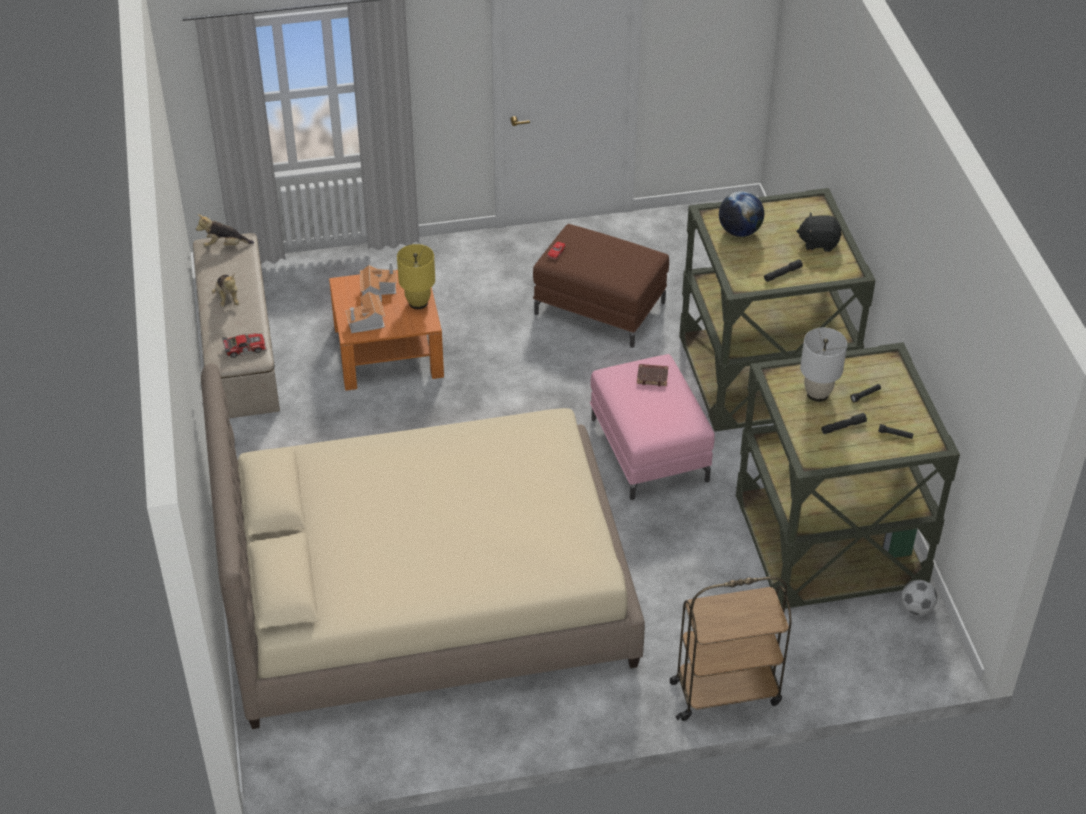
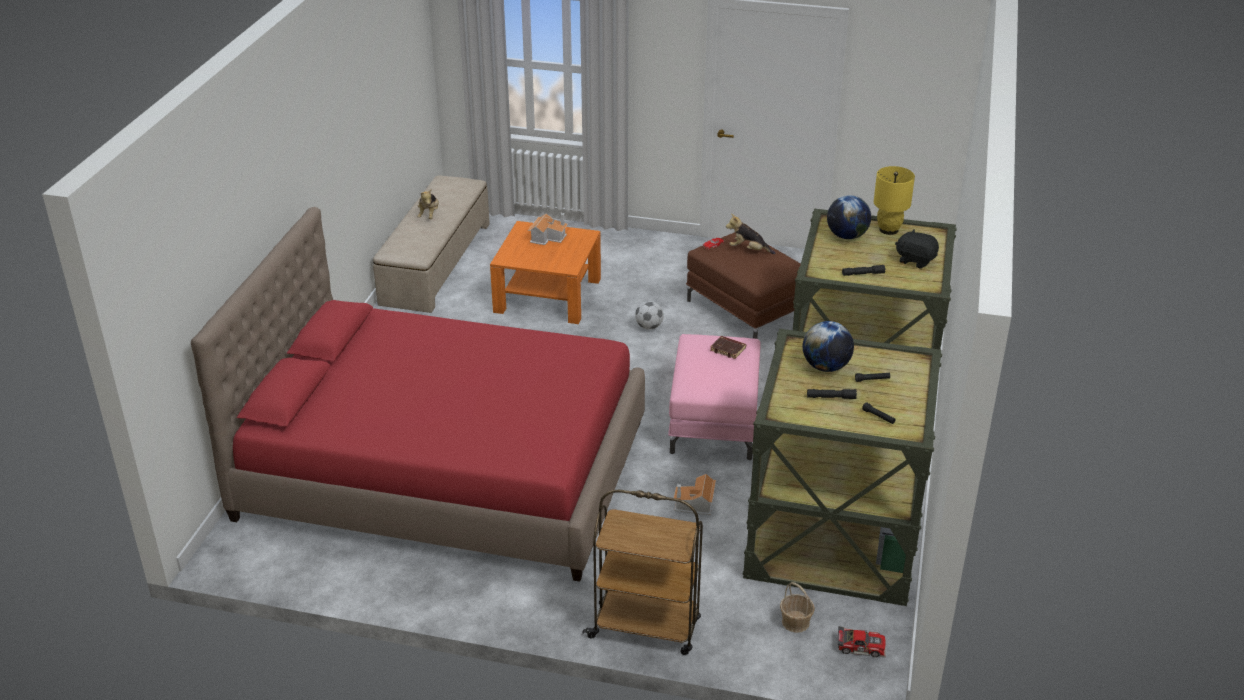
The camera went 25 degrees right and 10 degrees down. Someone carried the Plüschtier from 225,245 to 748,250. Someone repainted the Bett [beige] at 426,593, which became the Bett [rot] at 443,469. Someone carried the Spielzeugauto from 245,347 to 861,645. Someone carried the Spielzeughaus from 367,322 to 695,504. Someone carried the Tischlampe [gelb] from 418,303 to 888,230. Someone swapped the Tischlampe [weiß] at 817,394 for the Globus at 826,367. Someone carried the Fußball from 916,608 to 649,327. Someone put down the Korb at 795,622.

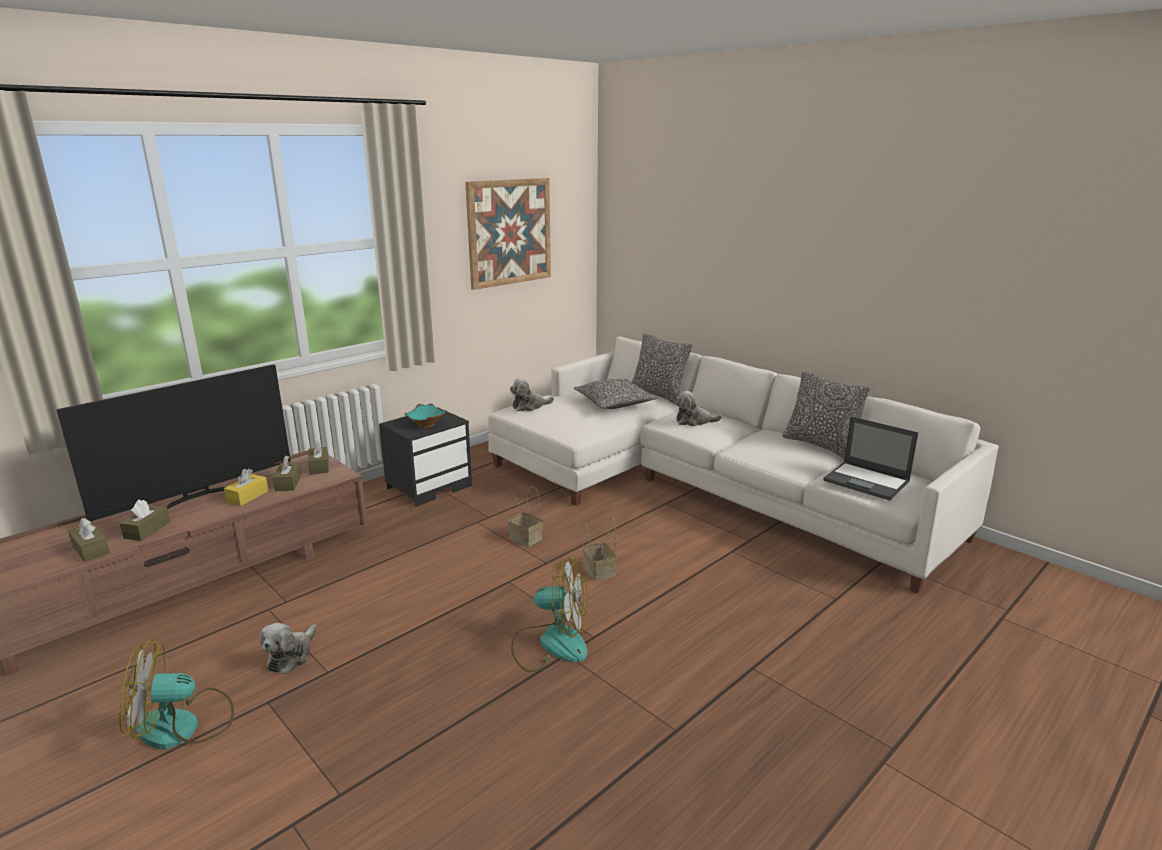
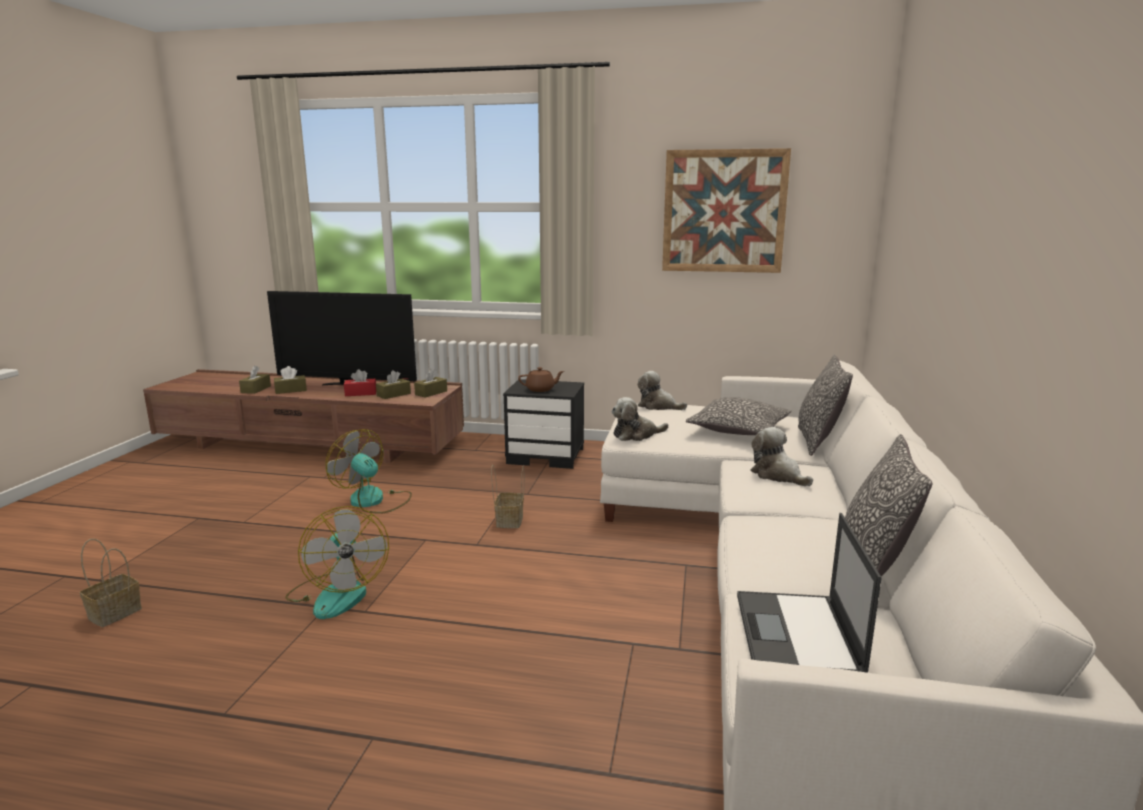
The camera went 55 degrees right and 5 degrees down. Someone carried the Ventilator from 183,726 to 374,501. Someone repainted the Taschentuchbox [gelb] at 247,497, which became the Taschentuchbox [rot] at 360,393. Someone carried the Plüschtier from 291,656 to 636,435. Someone swapped the Schüssel [türkis] at 427,424 for the Teekanne [braun] at 540,389. Someone carried the Korb from 598,570 to 116,612.

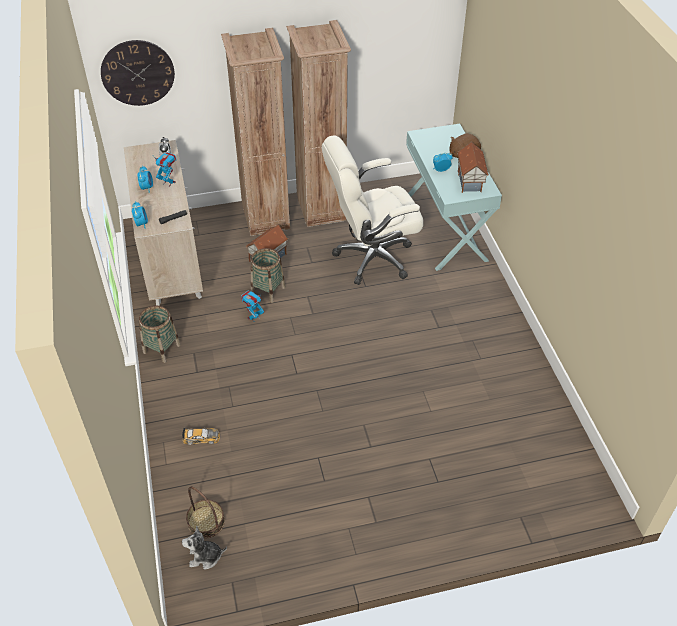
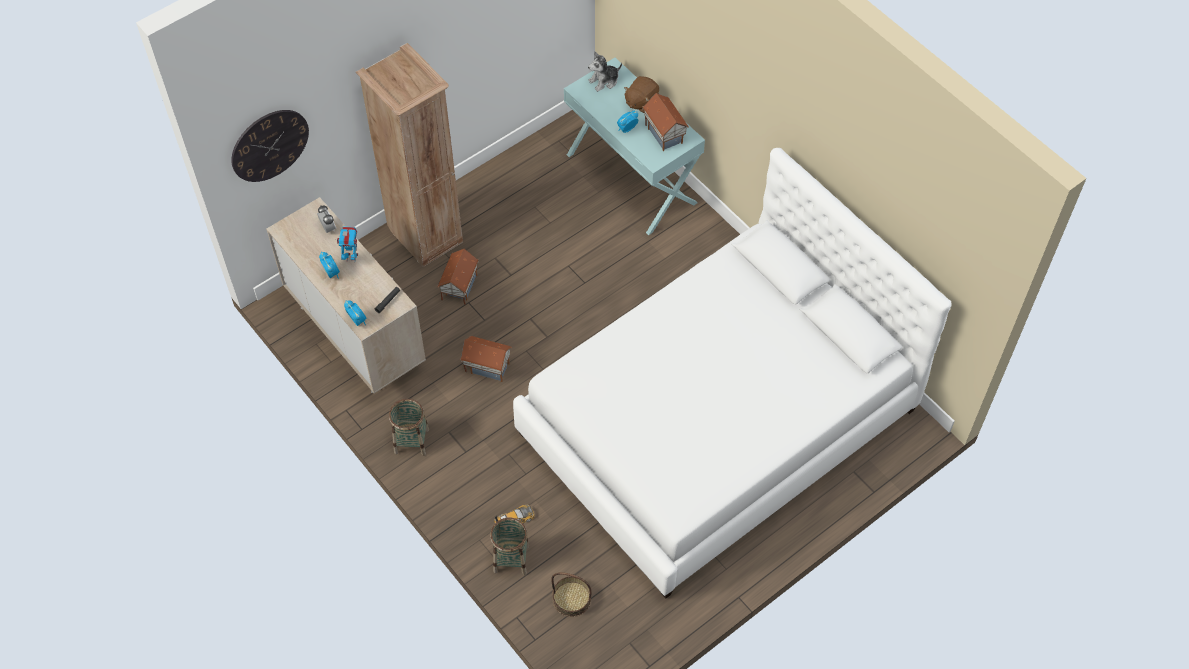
The camera went 25 degrees left and 10 degrees up. Someone carried the Plüschtier from 205,557 to 604,81. Someone swapped the Spielzeugroboter at 253,317 for the Spielzeughaus at 487,366. Someone carried the Korb from 268,290 to 511,558. Someone took away the Schrank [braun] at 321,208. Someone took away the Bürostuhl [weiß] at 371,259. Someone put down the Bett [weiß] at 718,421.

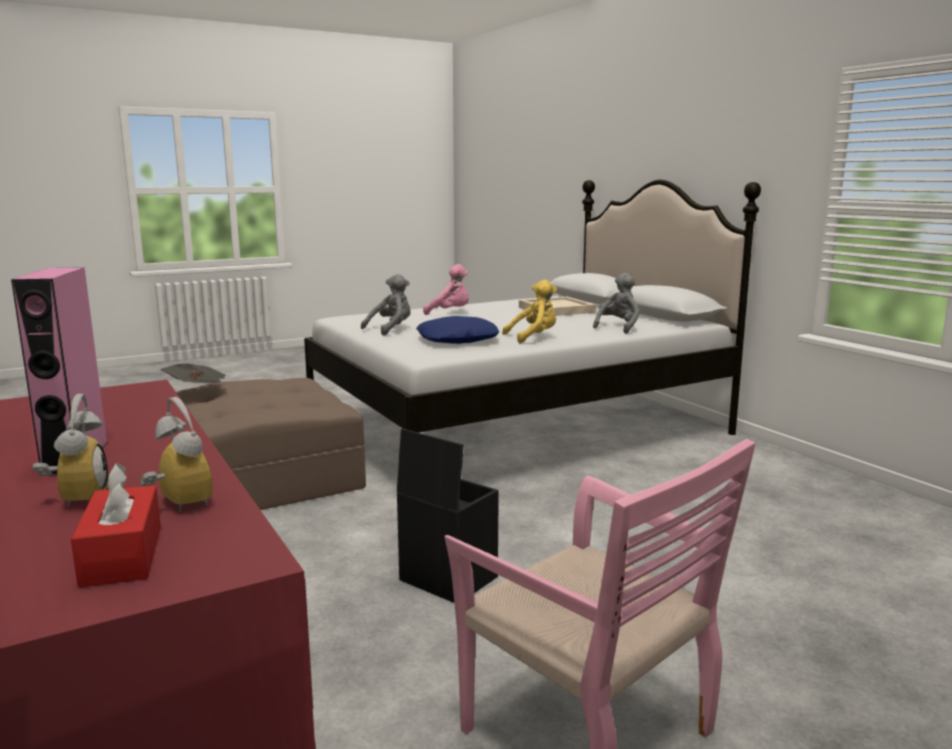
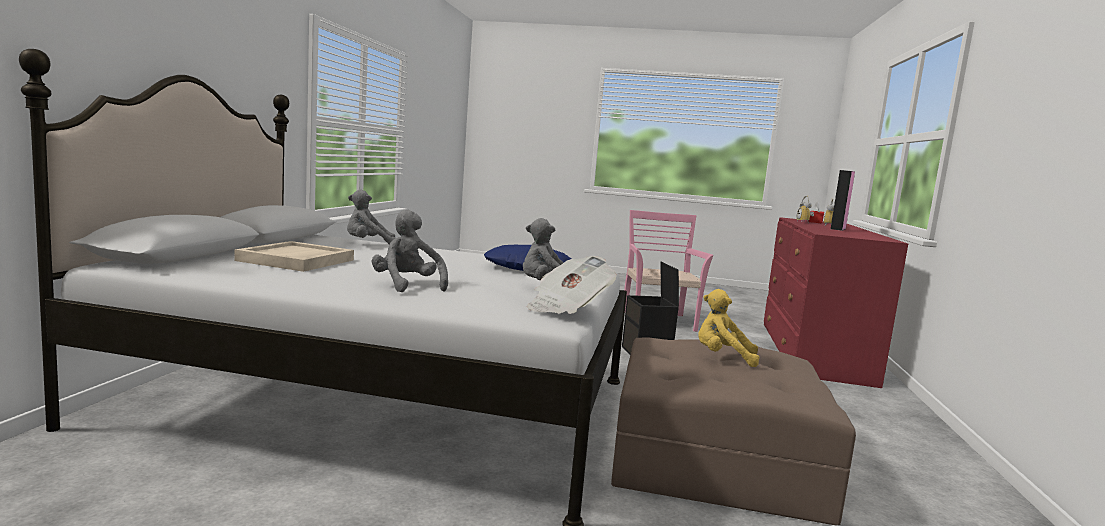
The camera went 140 degrees left and 5 degrees down. Someone carried the Zeitung from 197,390 to 567,307. Someone repainted the Plüschtier [rosa] at 450,313, which became the Plüschtier [grau] at 407,286. Someone carried the Plüschtier [gelb] from 533,337 to 722,358.

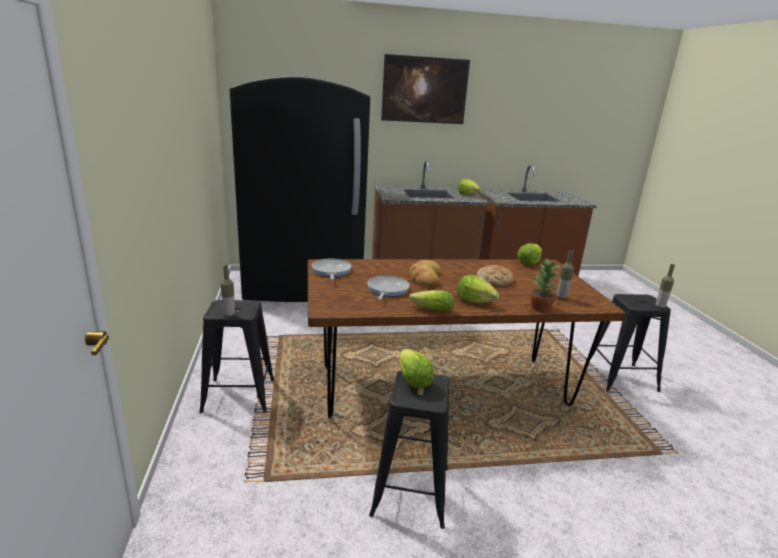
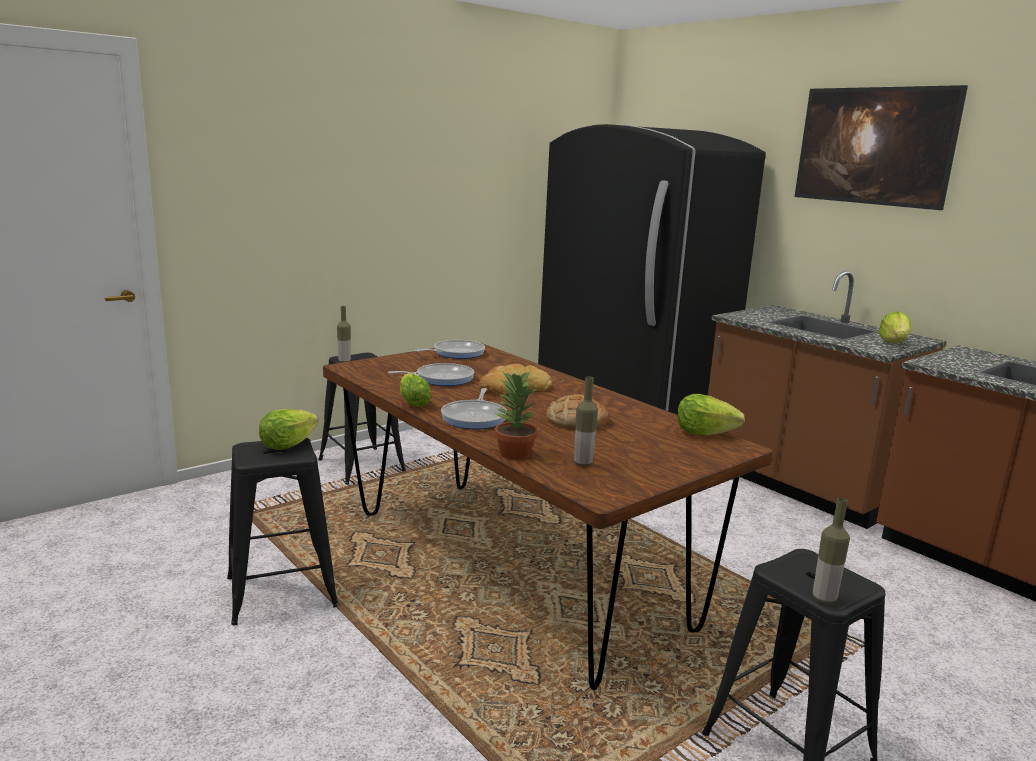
The camera went 60 degrees right and 5 degrees down. Someone swapped the Salatkopf at 474,301 for the Pfanne at 475,417.

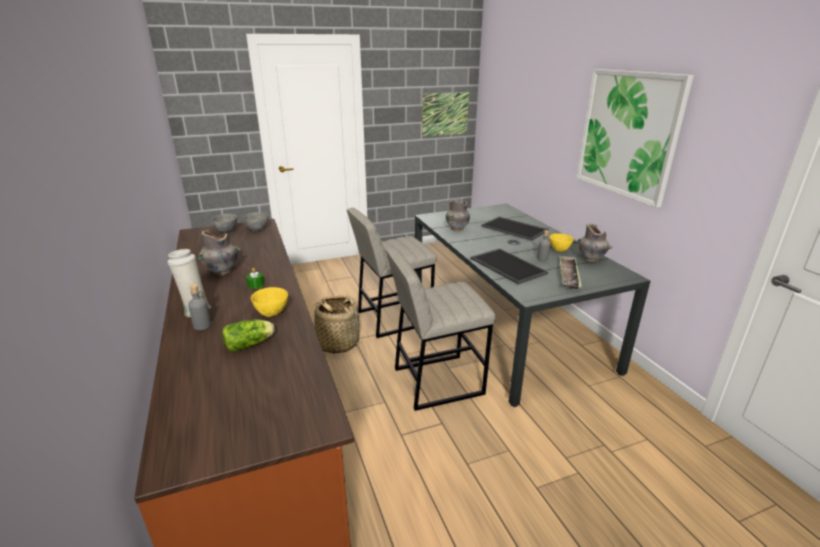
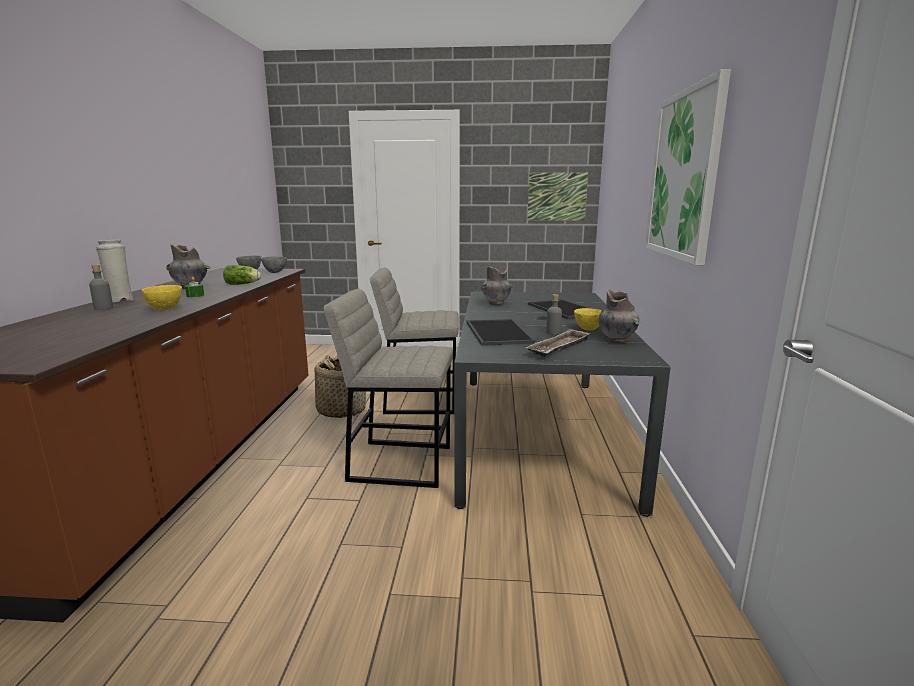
The camera went 25 degrees right and 10 degrees down. Someone carried the Salatkopf from 251,344 to 243,284.

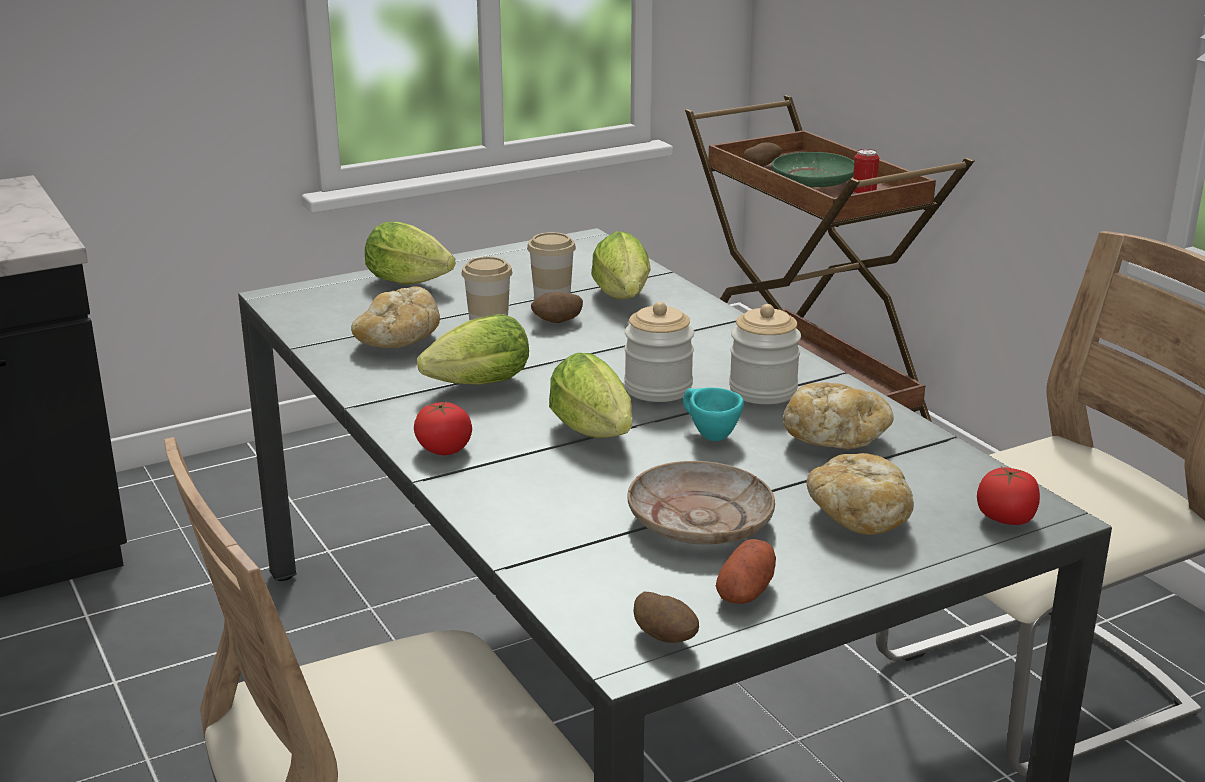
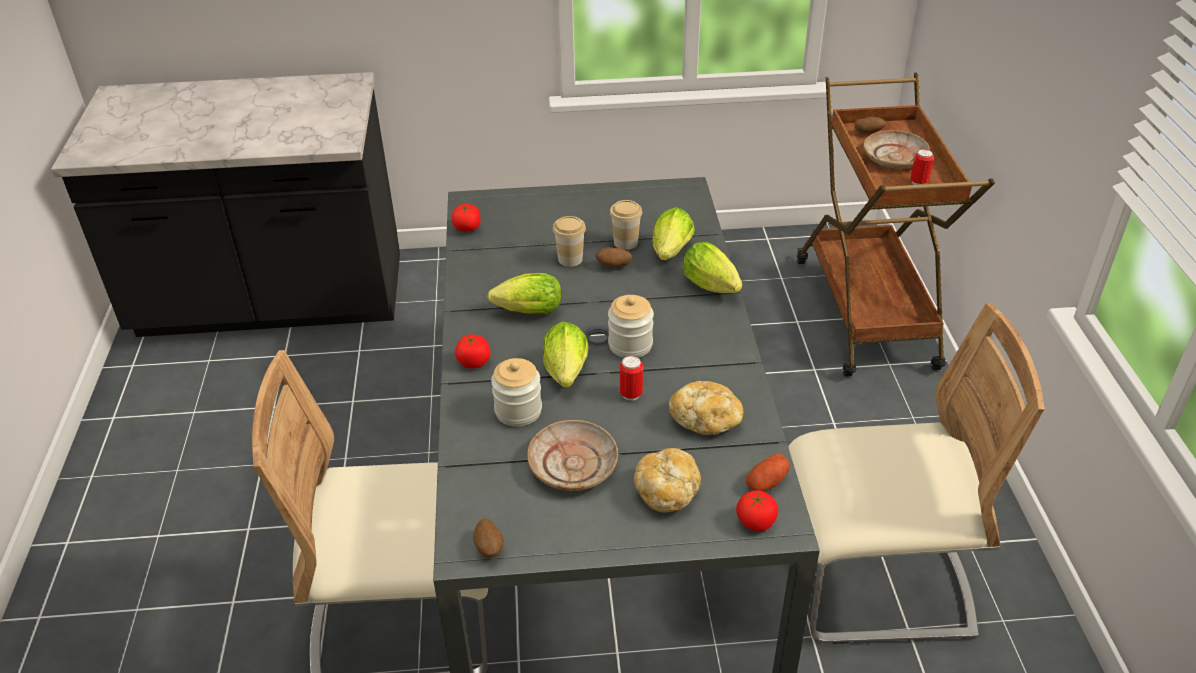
The camera went 25 degrees right and 15 degrees up. Someone took away the Brot at 399,342. Someone carried the Salatkopf from 413,283 to 713,288. Someone swapped the Tasse [türkis] at 708,435 for the Dose at 631,394. Someone carried the Kartoffel from 746,592 to 766,482. Someone carried the Vorratsglas from 763,391 to 518,411. Someone repainted the Teller [grün] at 814,181, which became the Teller [beige] at 894,158. Someone put down the Tomate at 467,228.

